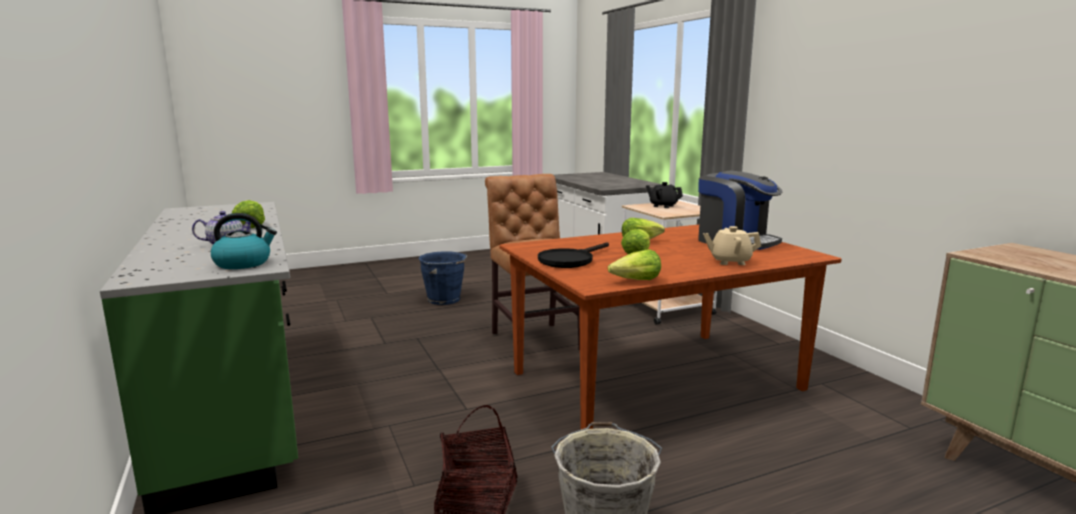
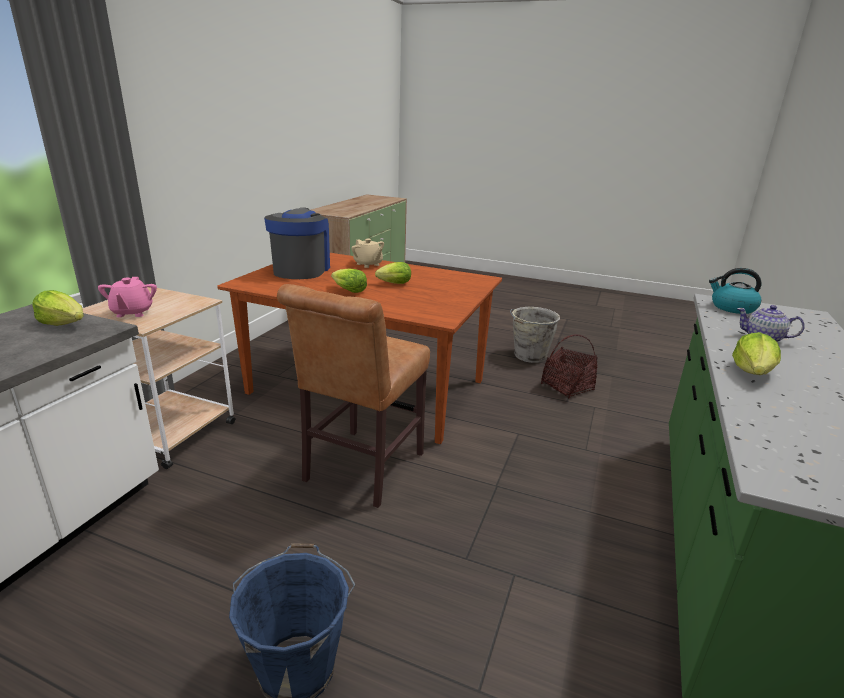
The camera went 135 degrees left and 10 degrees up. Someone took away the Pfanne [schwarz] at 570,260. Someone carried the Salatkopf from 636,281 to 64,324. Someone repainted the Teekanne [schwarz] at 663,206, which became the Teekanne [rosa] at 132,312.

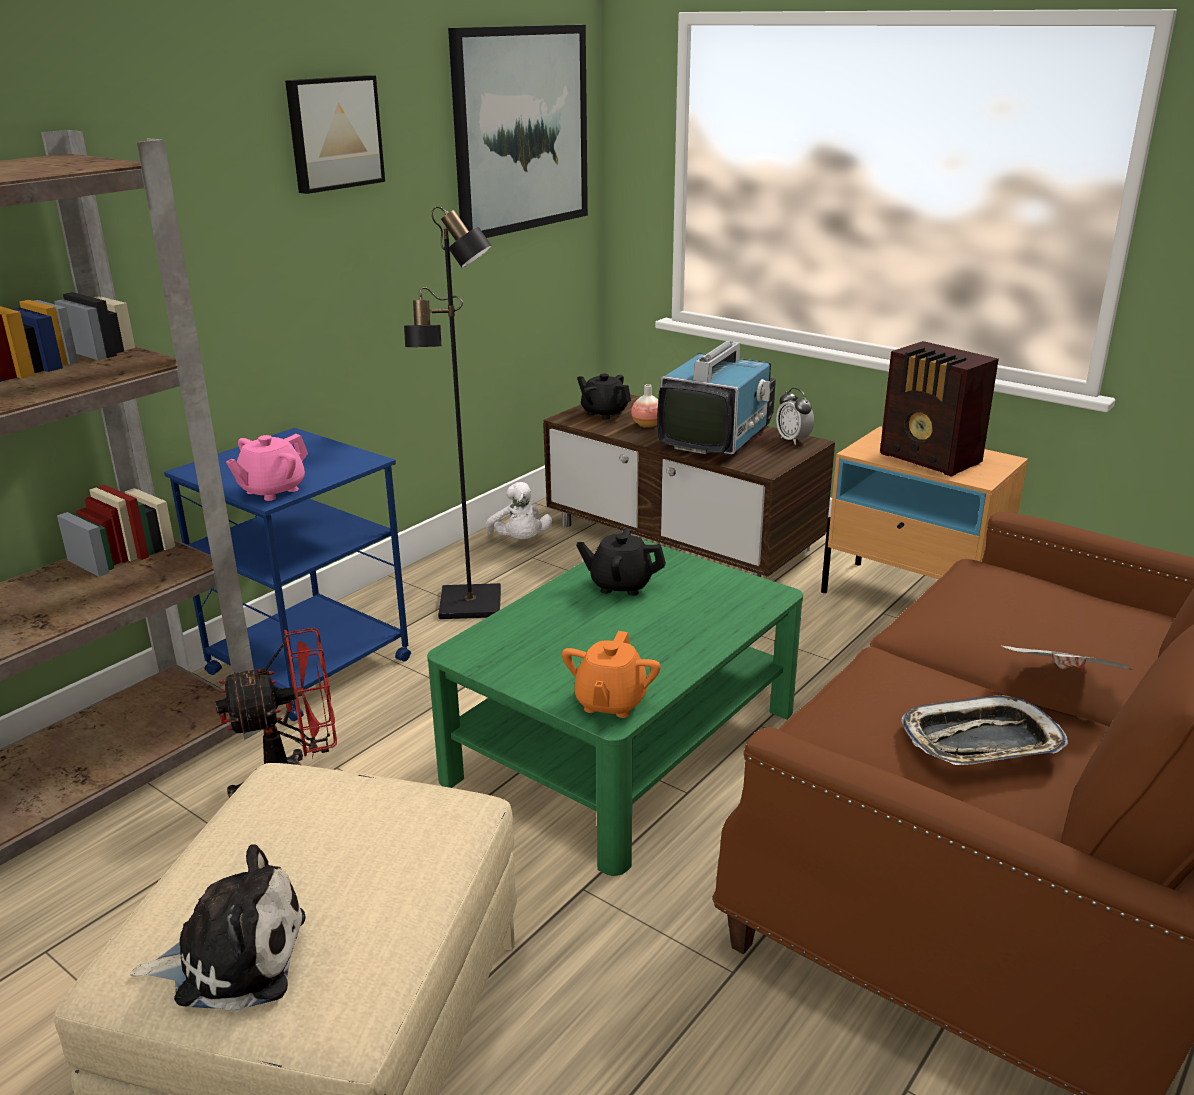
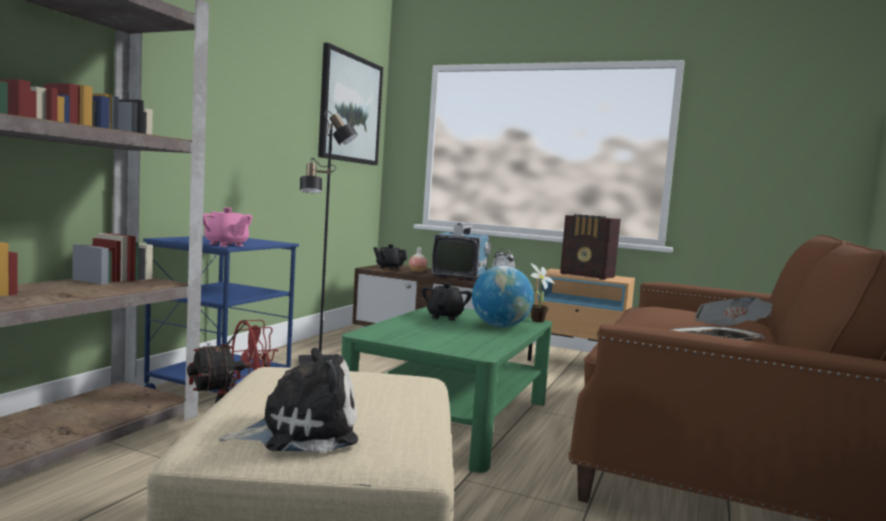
The camera went 15 degrees left and 20 degrees down. Someone rotated the Teekanne [rosa] at 272,490 by 75 degrees counterclockwise. Someone took away the Bild at 333,133. Someone took away the Plüschtier [weiß] at 520,541. Someone took away the Teekanne [orange] at 610,702. Someone rotated the Teekanne [schwarz] at 620,585 by 105 degrees clockwise. Someone put down the Globus at 500,326. Someone put down the Topfpflanze at 536,321.

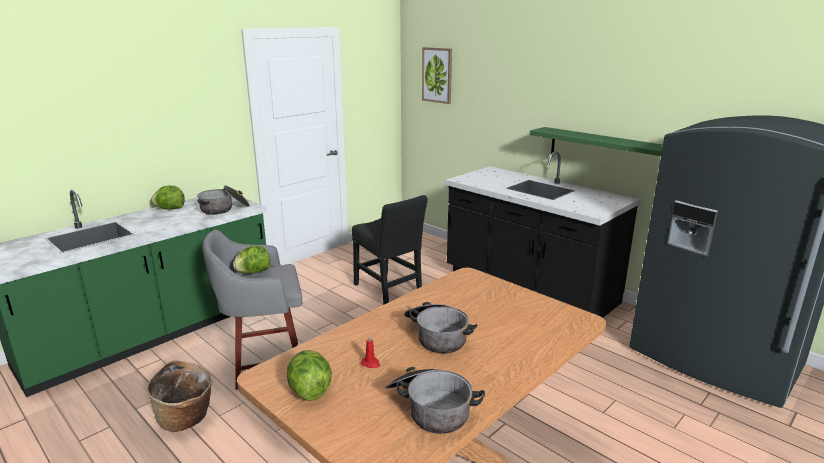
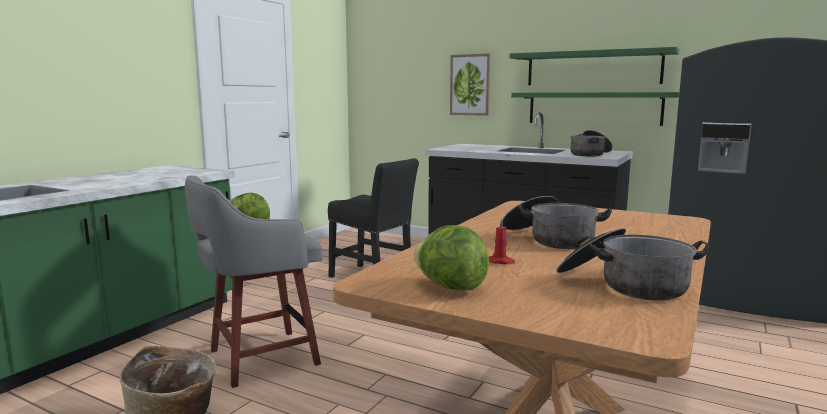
The camera went 15 degrees left and 10 degrees down. Someone took away the Salatkopf at 170,209. Someone carried the Kochtopf from 224,209 to 590,154. Someone carried the Bild from 437,75 to 470,85. Someone put up the Wandregal [grün] at 592,68.

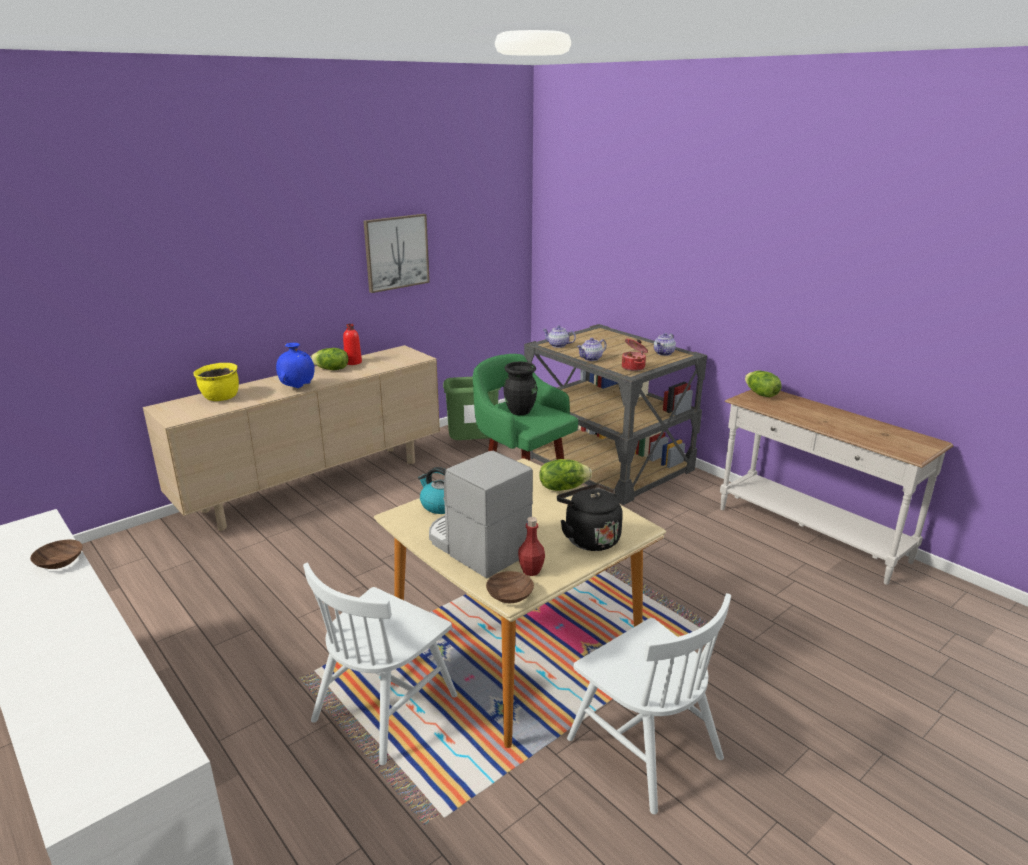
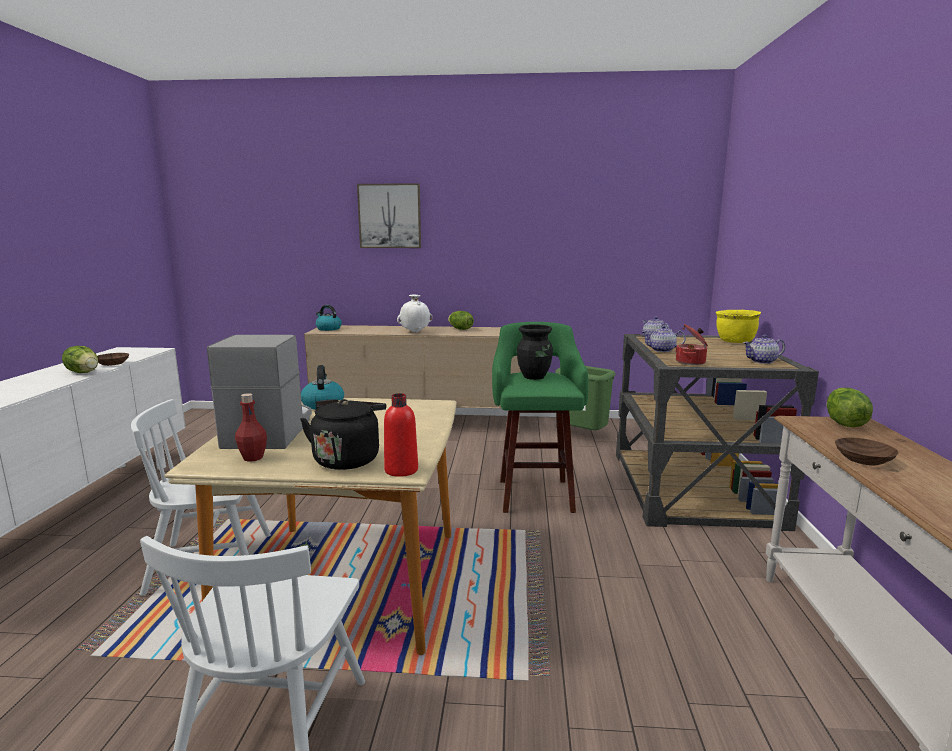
The camera went 45 degrees right and 10 degrees down. Someone carried the Kochtopf [gelb] from 220,398 to 735,342. Someone repainted the Vase [blau] at 298,387, which became the Vase [weiß] at 415,332. Someone carried the Flasche [rot] from 353,362 to 401,470. Someone carried the Bild from 396,252 to 390,216. Someone carried the Schüssel [braun] from 511,595 to 865,460. Someone carried the Salatkopf from 563,487 to 84,372. Someone put down the Wasserkessel at 328,329.

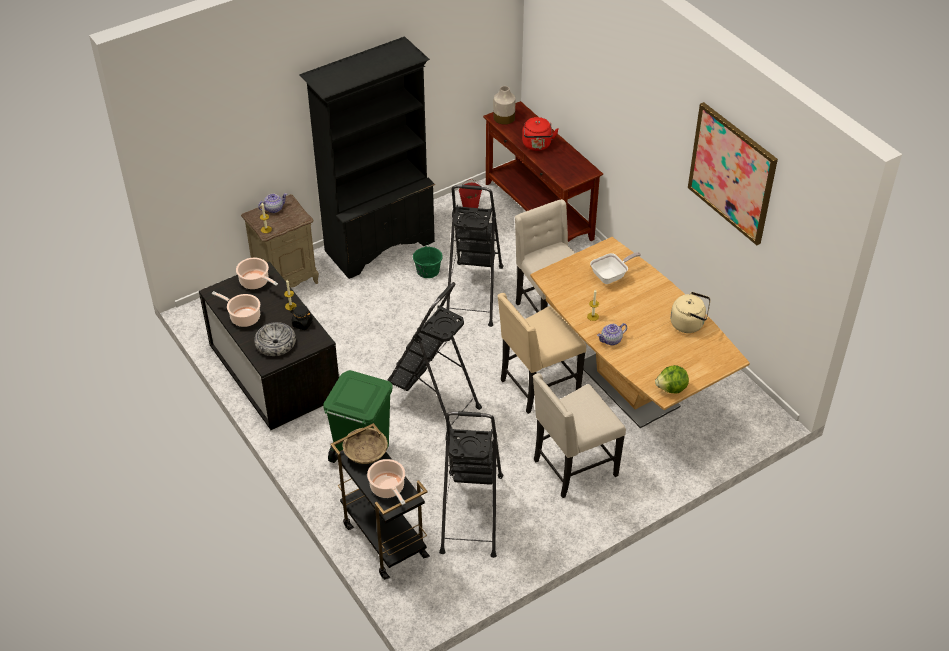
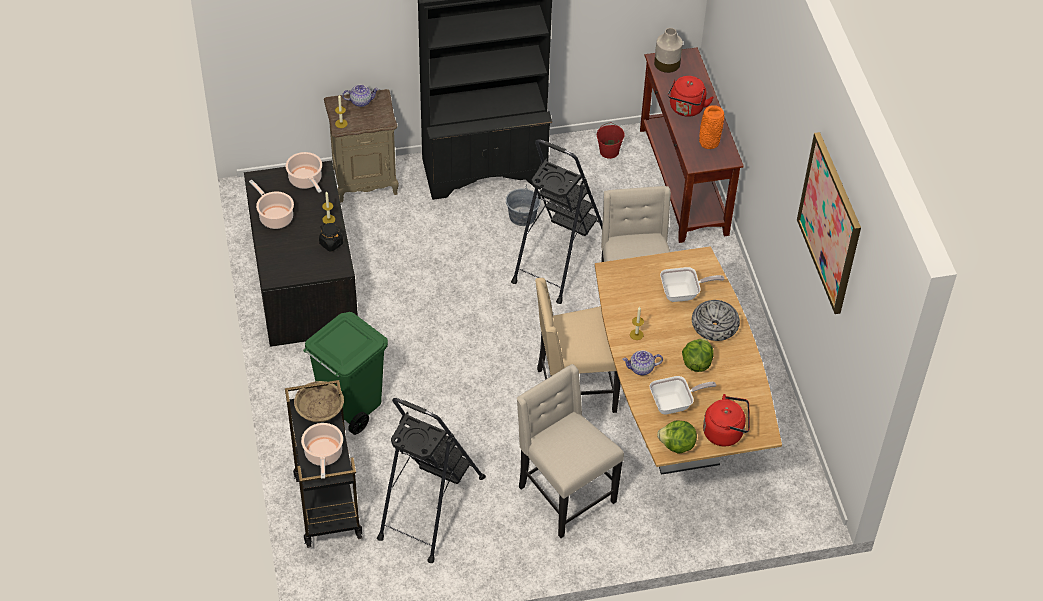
The camera went 20 degrees right and 5 degrees up. Someone carried the Schüssel from 275,344 to 714,325. Someone took away the Trittleiter at 429,405. Someone repainted the Eimer [grün] at 428,271, which became the Eimer [grau] at 522,216. Someone rotated the Stuhl [beige] at 573,468 by 60 degrees clockwise. Someone took away the Wasserkessel [beige] at 689,324. Someone put down the Pfanne at 675,404. Someone put down the Salatkopf at 696,363. Someone put down the Vase [orange] at 708,142. Someone put down the Wasserkessel [rot] at 725,432.

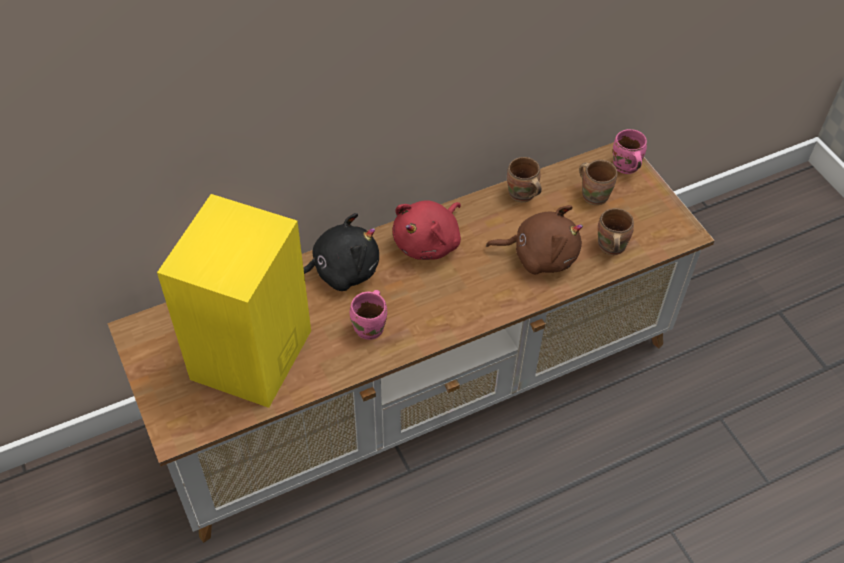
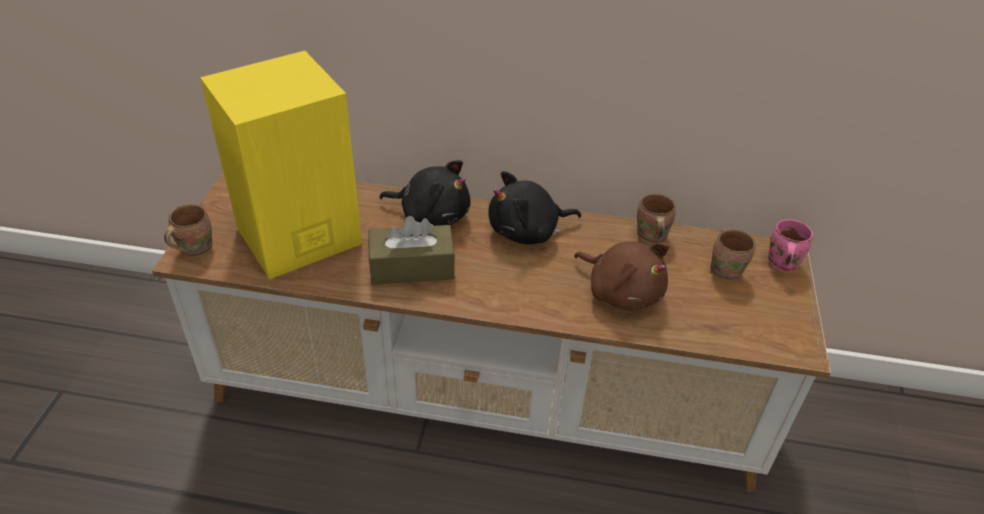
The camera went 35 degrees right and 10 degrees down. Someone swapped the Henkelbecher [rosa] at 371,327 for the Taschentuchbox [braun] at 412,267. Someone repainted the Plüschtier [rot] at 429,242, which became the Plüschtier [schwarz] at 527,231. Someone carried the Henkelbecher [braun] from 609,247 to 194,249.

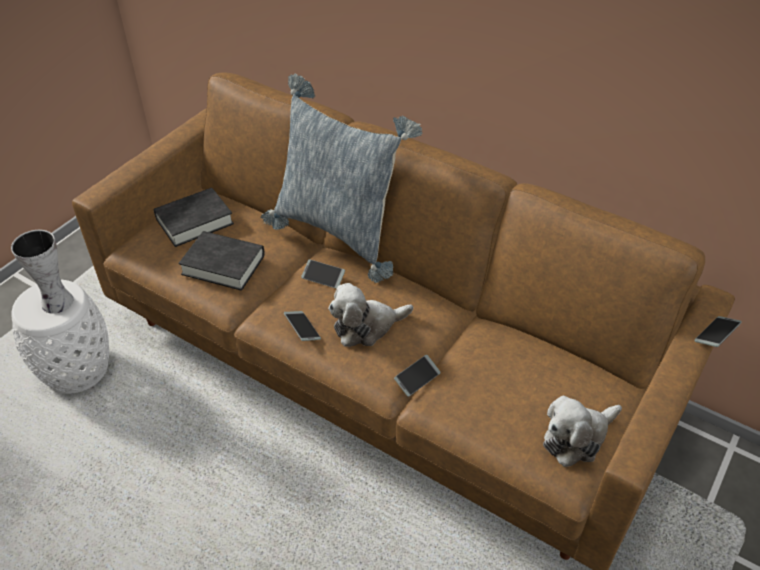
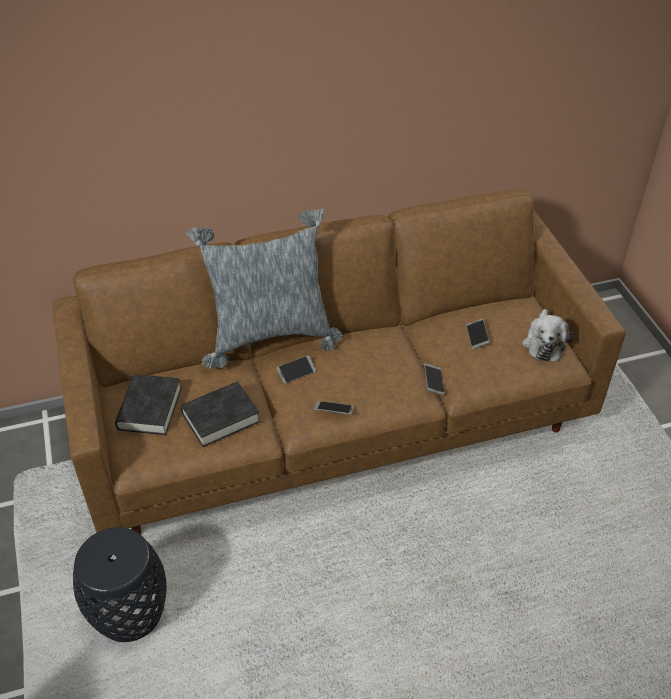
The camera went 50 degrees left and 0 degrees up. Someone took away the Vase at 56,303. Someone repainted the Hocker [weiß] at 76,370, which became the Hocker [schwarz] at 129,612. Someone took away the Plüschtier at 366,326. Someone carried the Handy from 716,335 to 477,336.

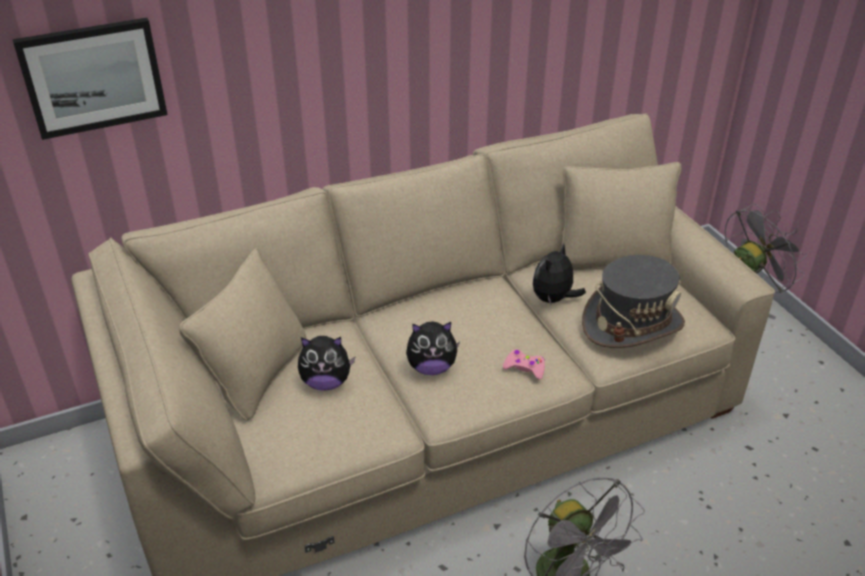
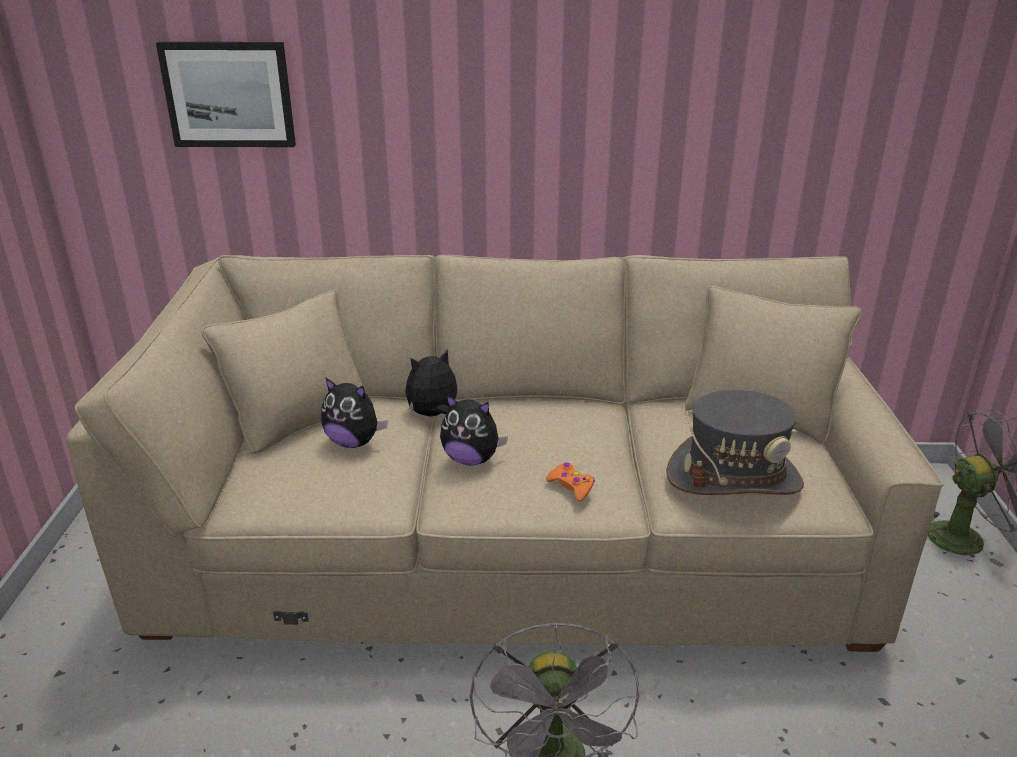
The camera went 25 degrees right and 10 degrees down. Someone repainted the Gamepad [rosa] at 524,368, which became the Gamepad [orange] at 571,486. Someone carried the Plüschtier from 554,299 to 434,415.

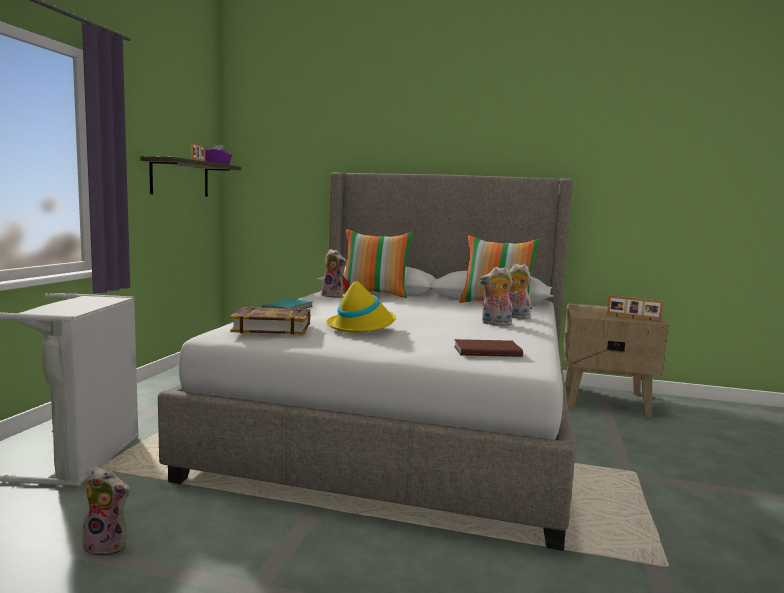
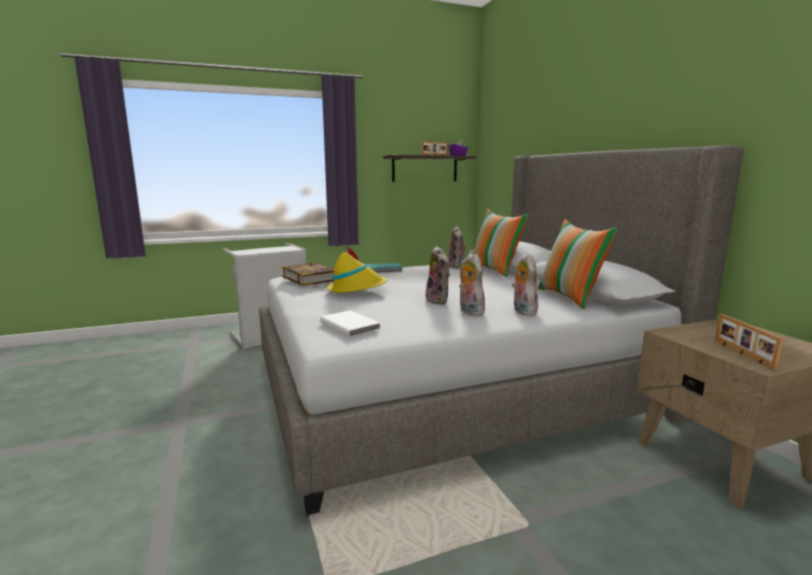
The camera went 55 degrees right and 5 degrees up. Someone carried the Plüschtier from 108,545 to 439,300. Someone repainted the Buch [braun] at 486,351, which became the Buch [weiß] at 350,325.

